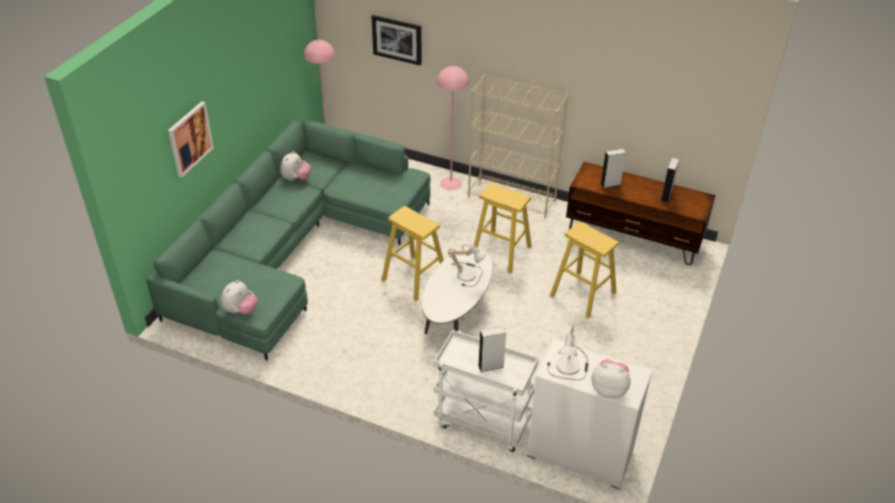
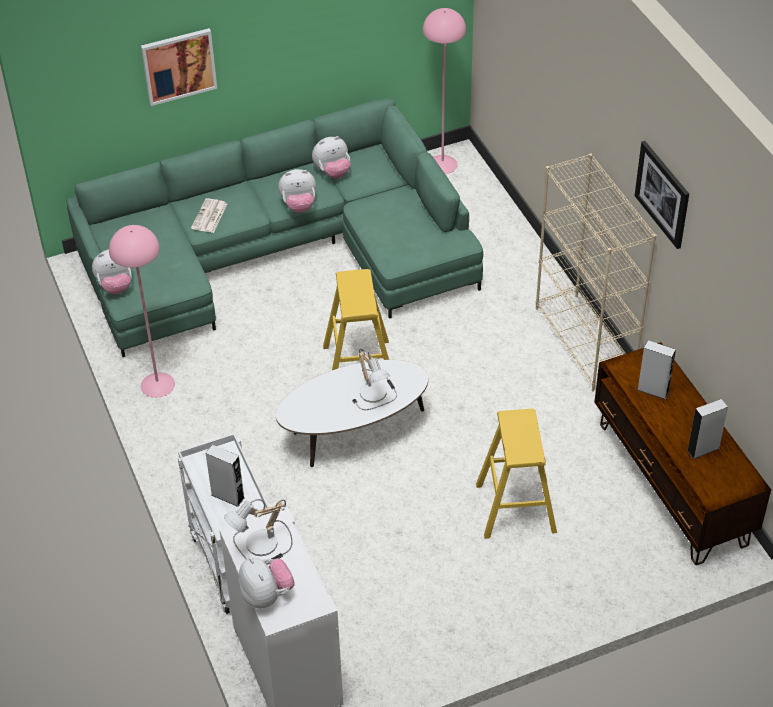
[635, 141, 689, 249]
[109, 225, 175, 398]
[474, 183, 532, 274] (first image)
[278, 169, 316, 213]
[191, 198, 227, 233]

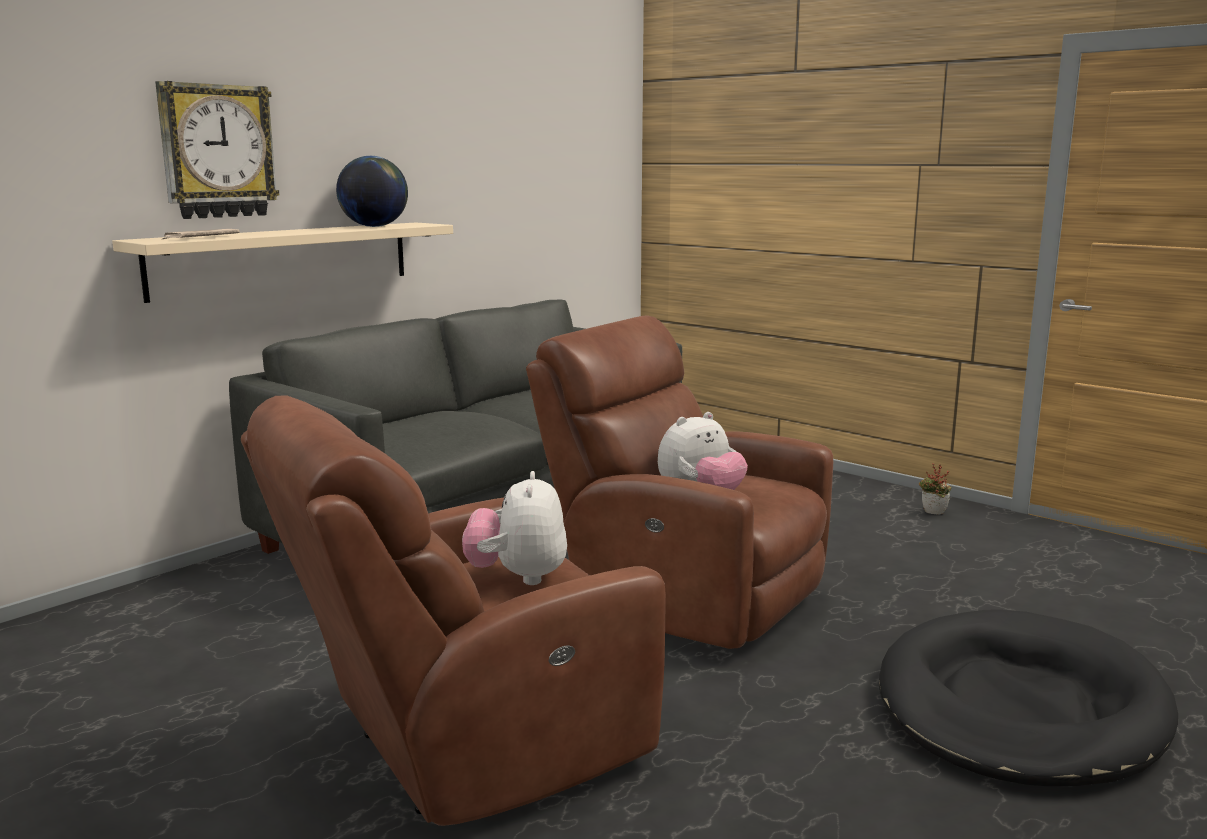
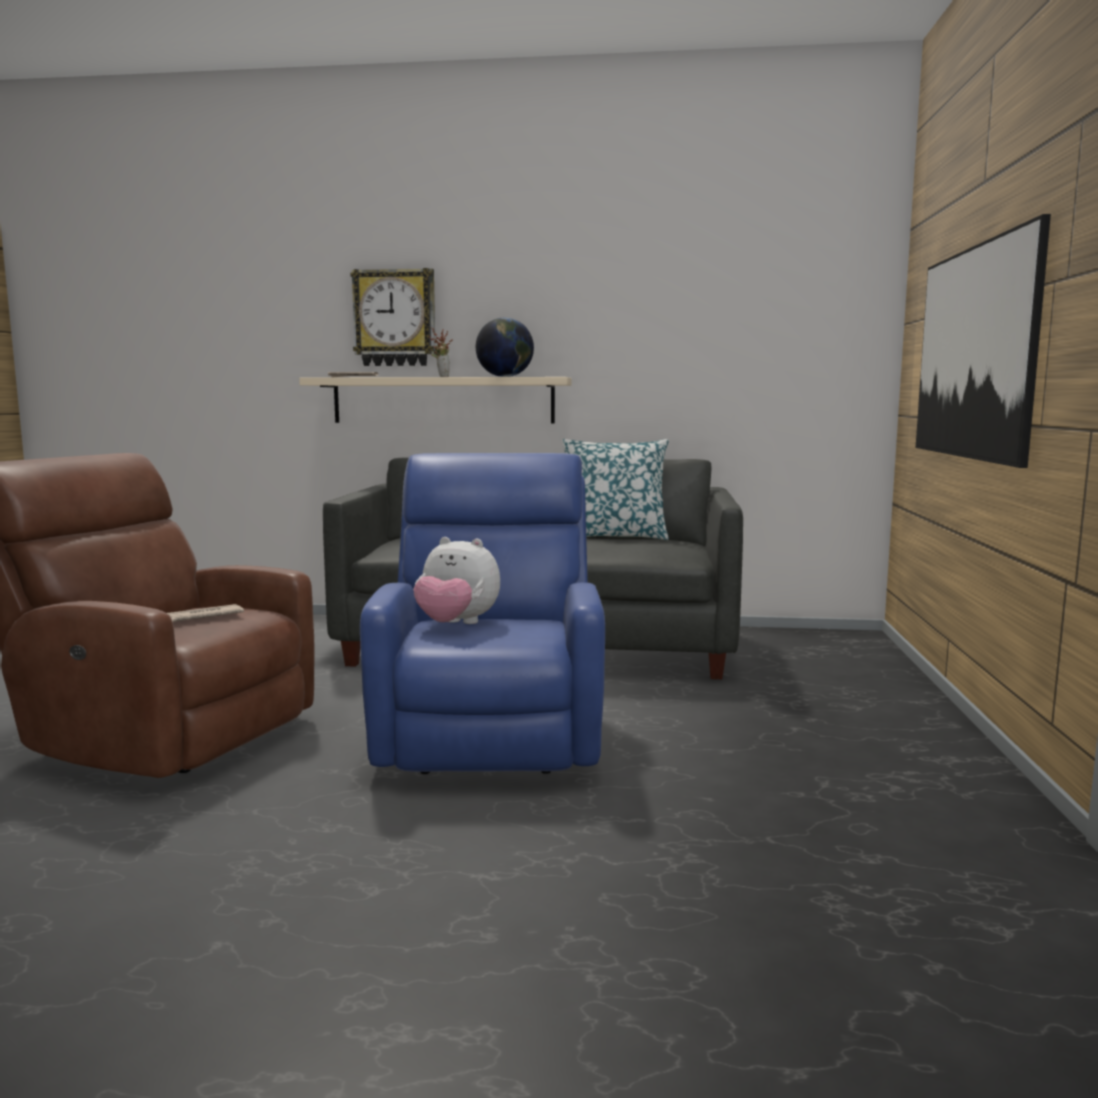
[360, 453, 605, 774]
[429, 327, 453, 377]
[167, 604, 244, 622]
[879, 609, 1178, 786] (first image)
[916, 214, 1051, 468]
[562, 439, 669, 540]

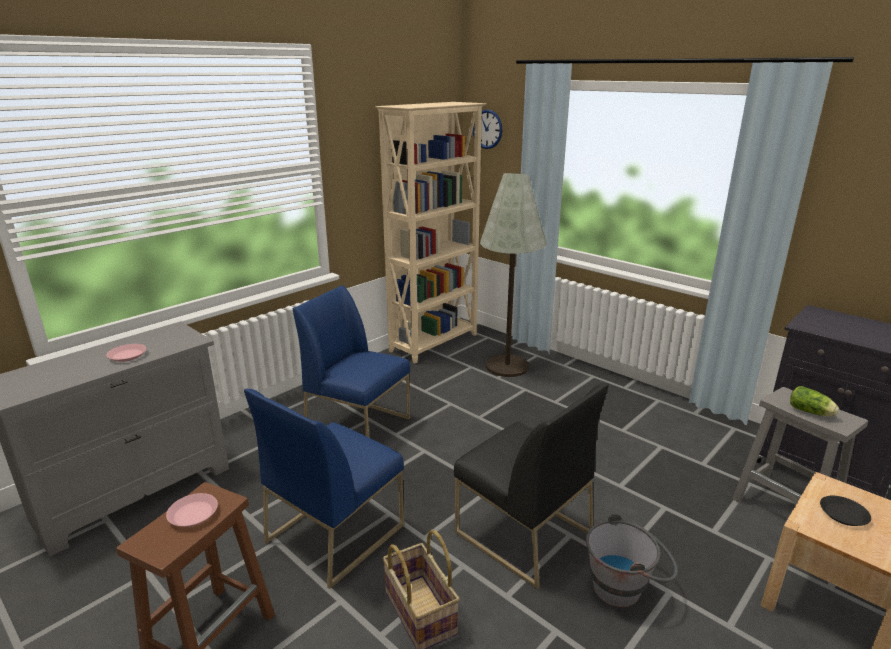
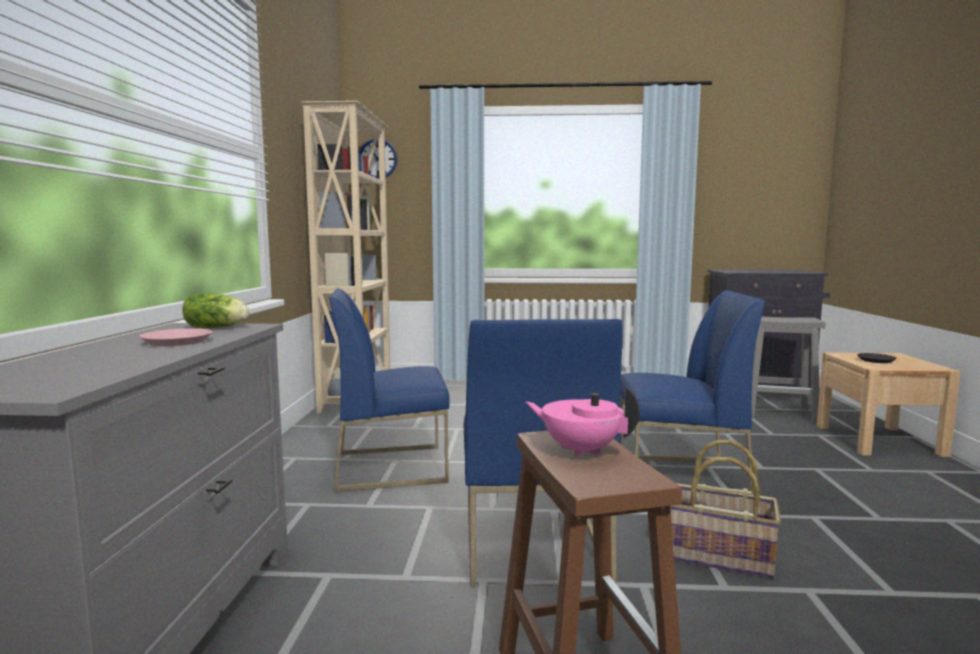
[480, 173, 546, 377] (first image)
[620, 290, 765, 491]
[182, 293, 250, 328]
[525, 387, 640, 457]
[586, 513, 678, 608] (first image)

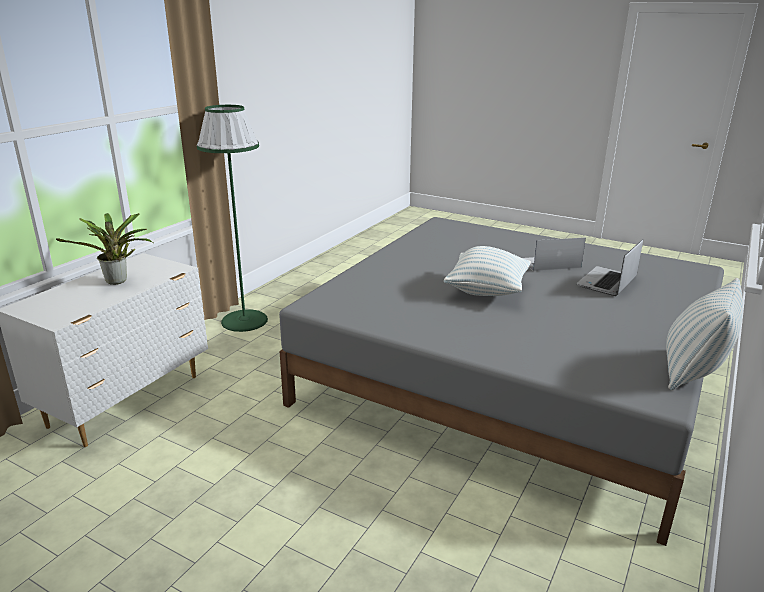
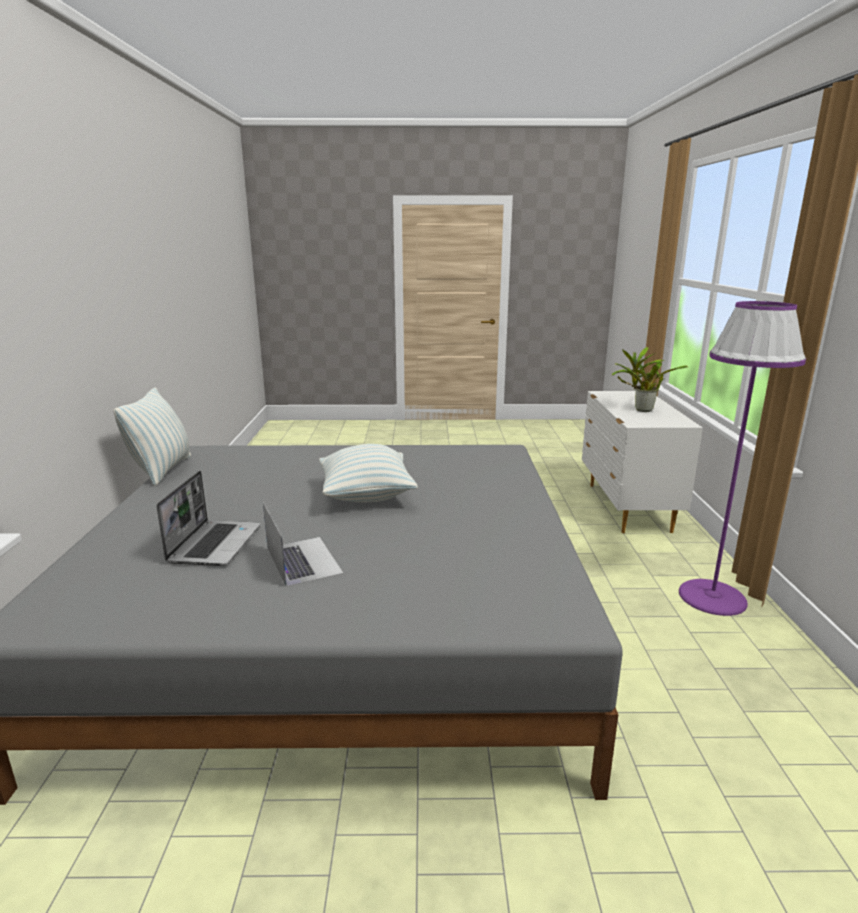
[679, 301, 806, 616]
[263, 502, 343, 587]

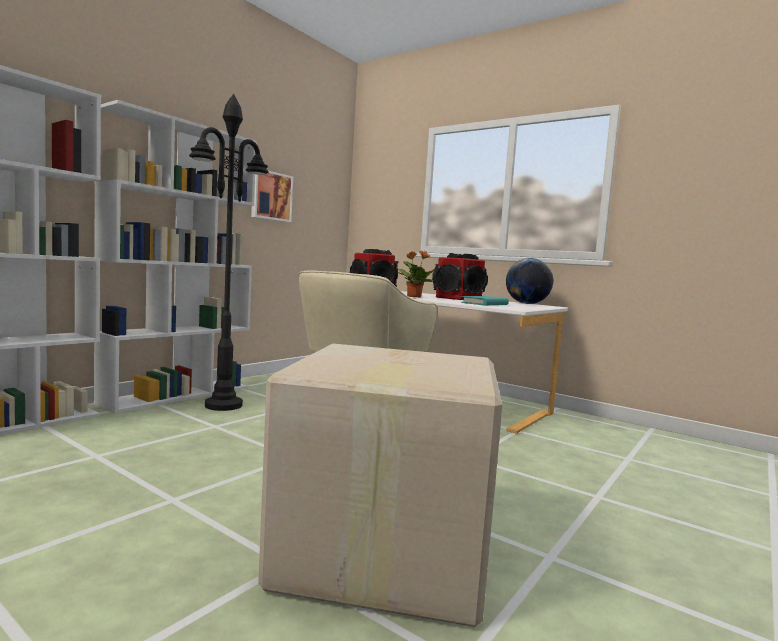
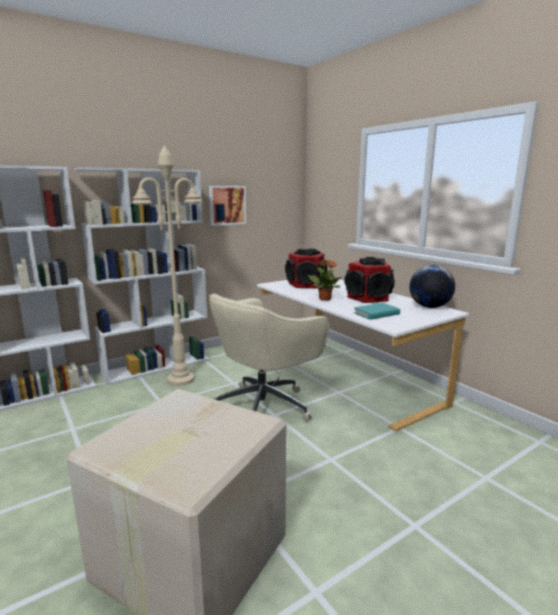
[132, 145, 202, 386]

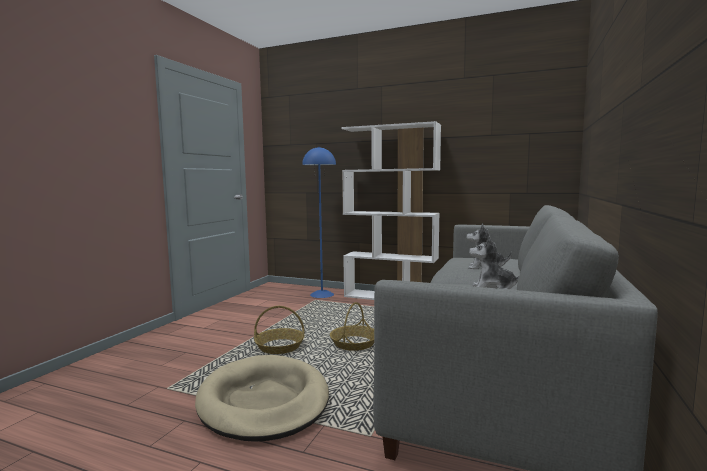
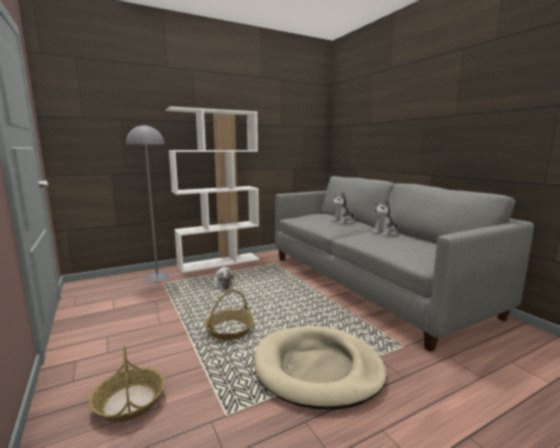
[126, 124, 170, 282]
[89, 345, 165, 422]
[213, 267, 234, 290]

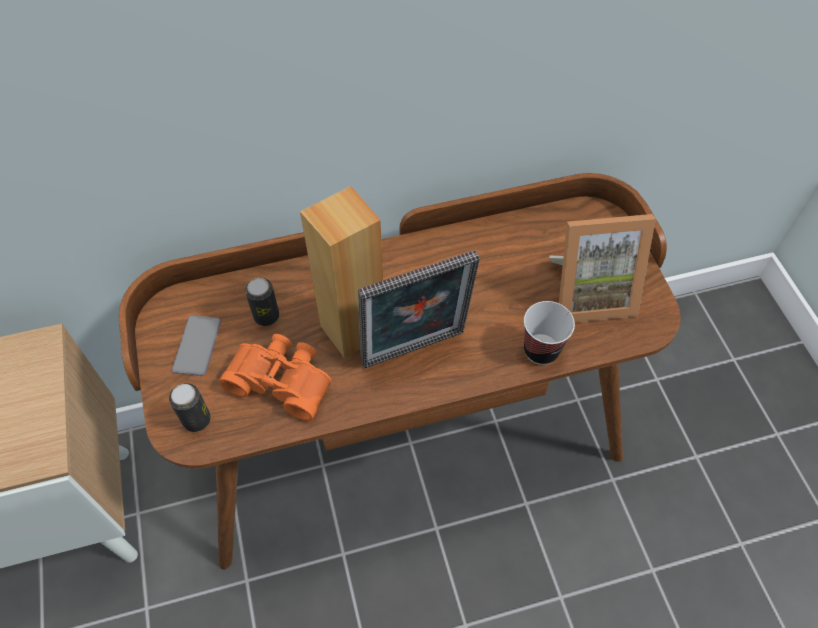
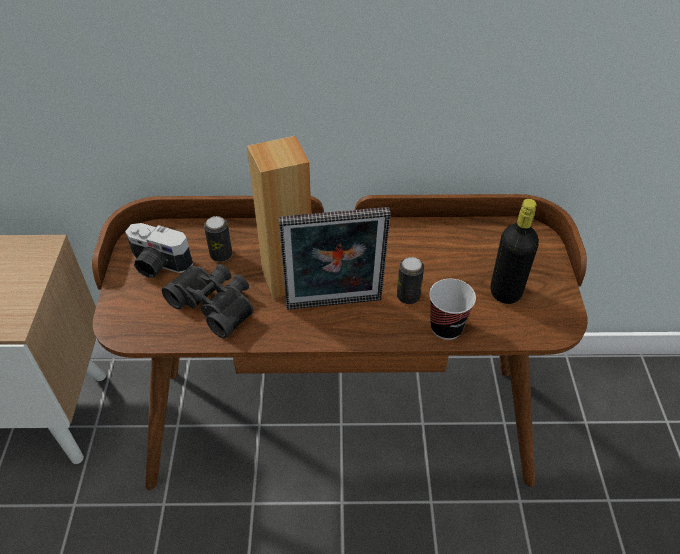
[490, 199, 539, 304]
[125, 223, 193, 278]
[162, 264, 254, 338]
[397, 257, 424, 304]

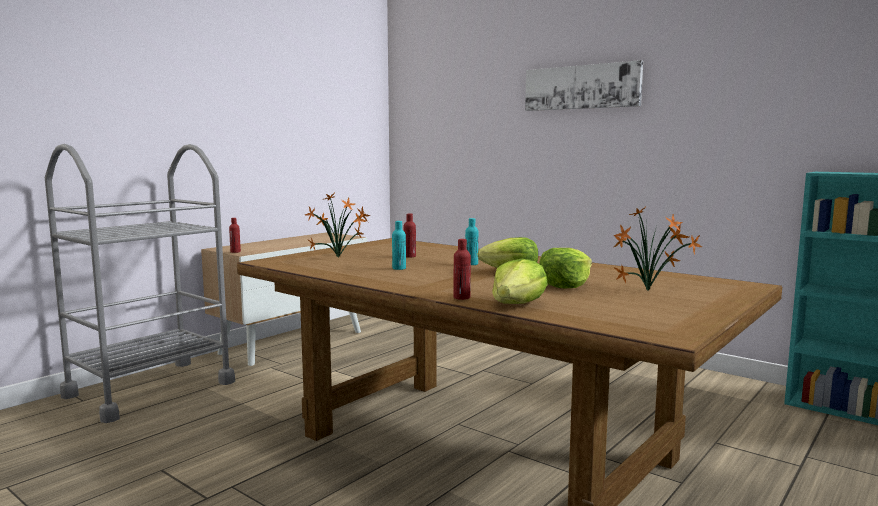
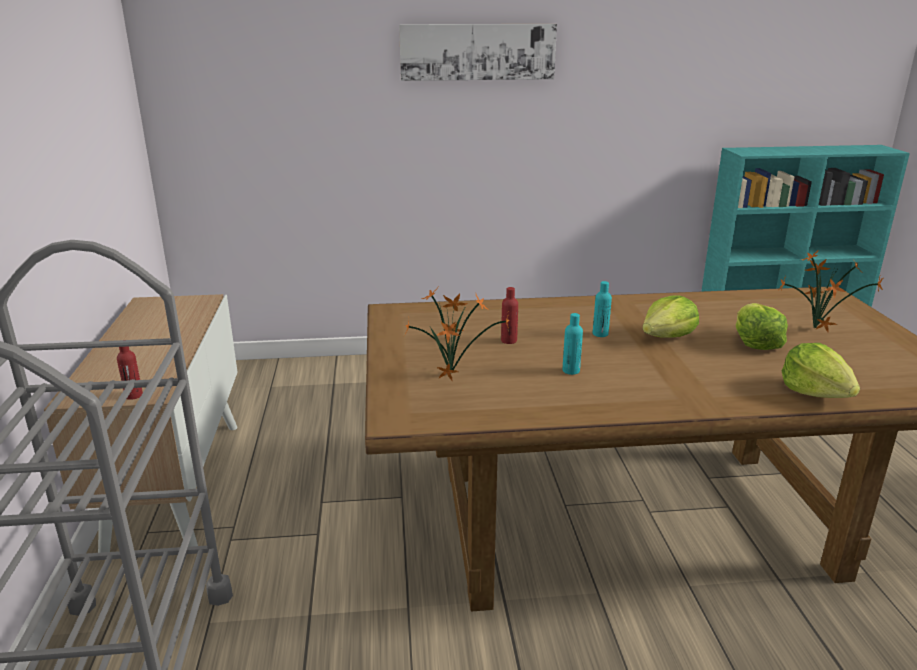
[454, 239, 471, 300] (first image)

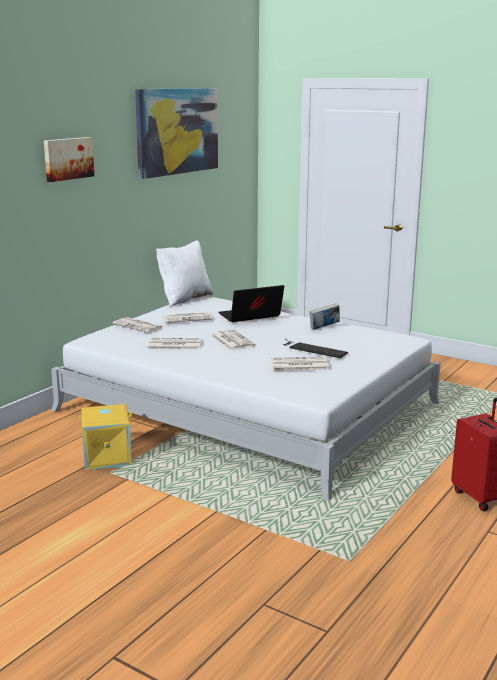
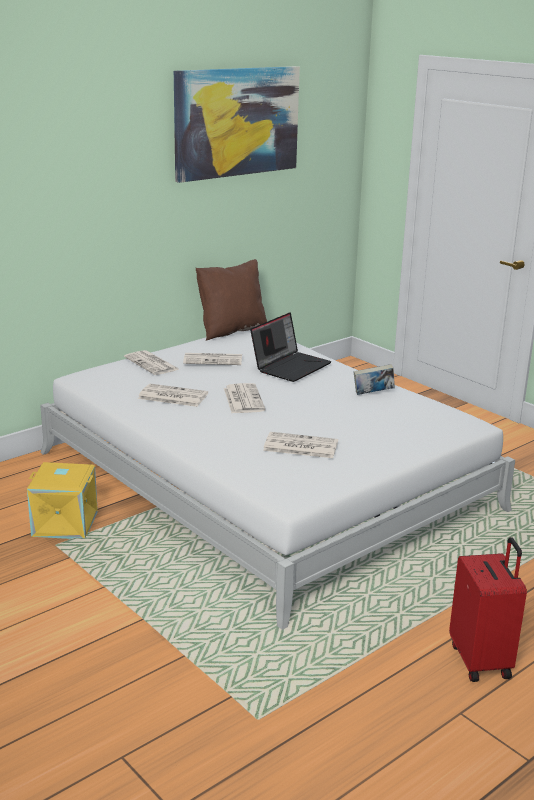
[44, 137, 94, 182] (first image)
[196, 259, 267, 340]
[250, 312, 331, 382]
[283, 338, 348, 358] (first image)

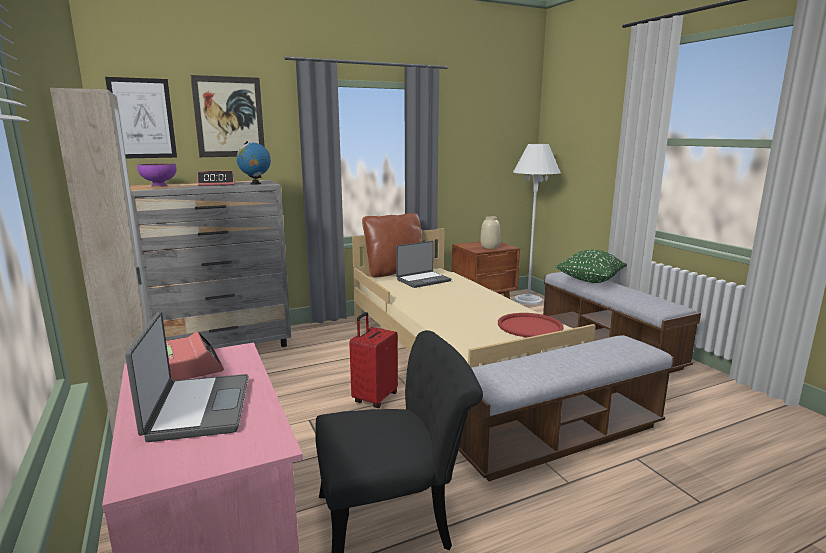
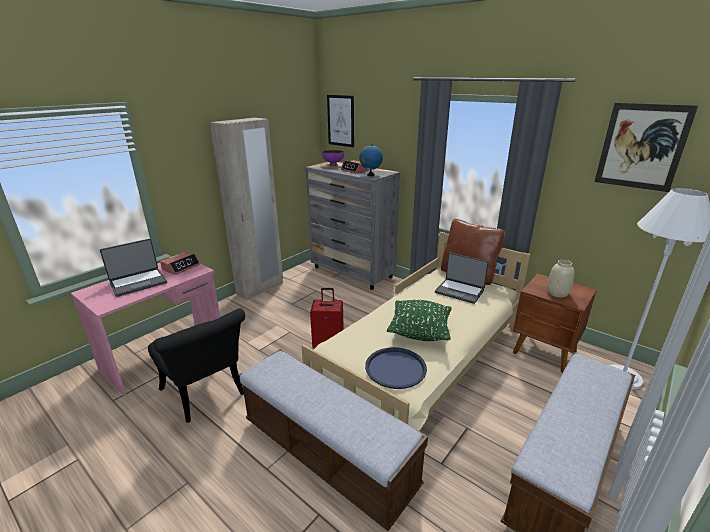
[594, 103, 698, 192]
[387, 300, 452, 341]
[365, 347, 427, 389]

